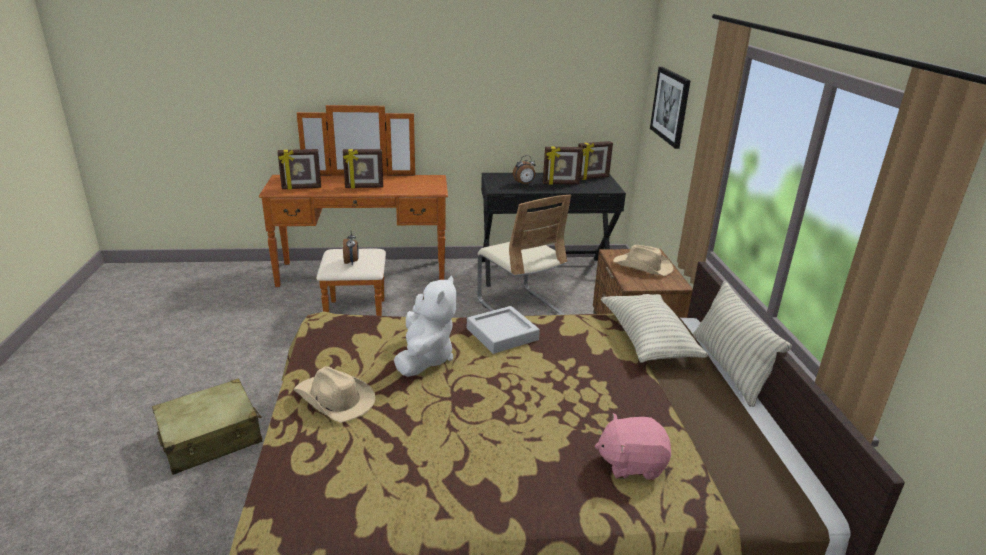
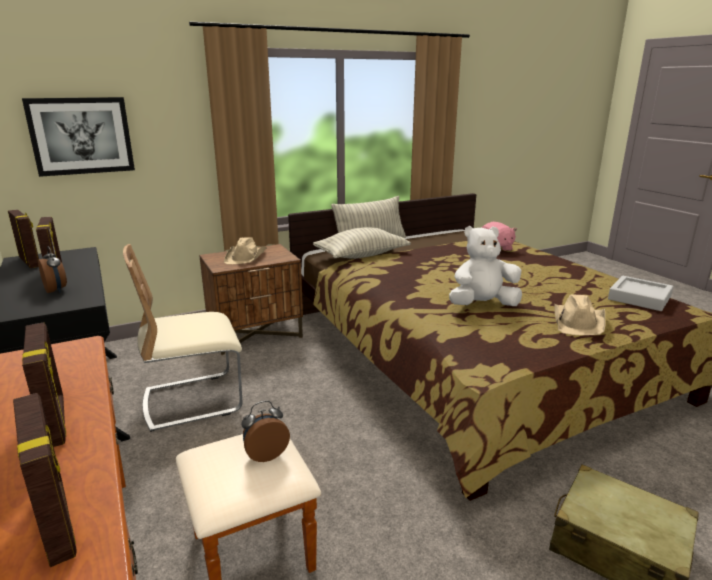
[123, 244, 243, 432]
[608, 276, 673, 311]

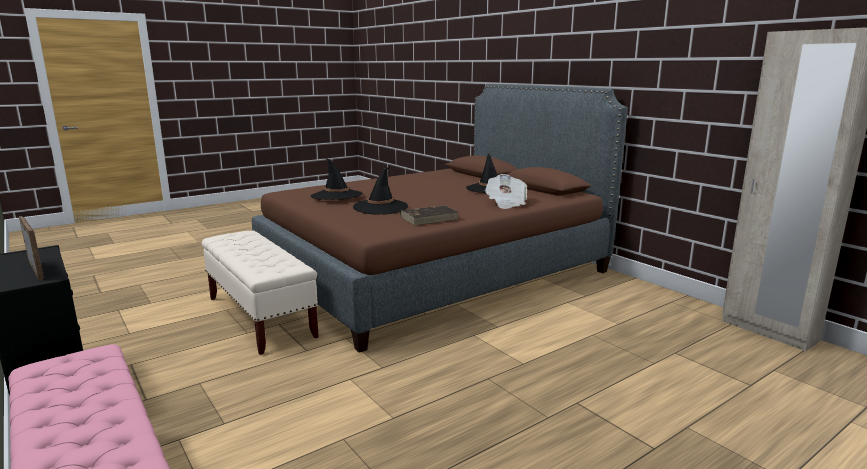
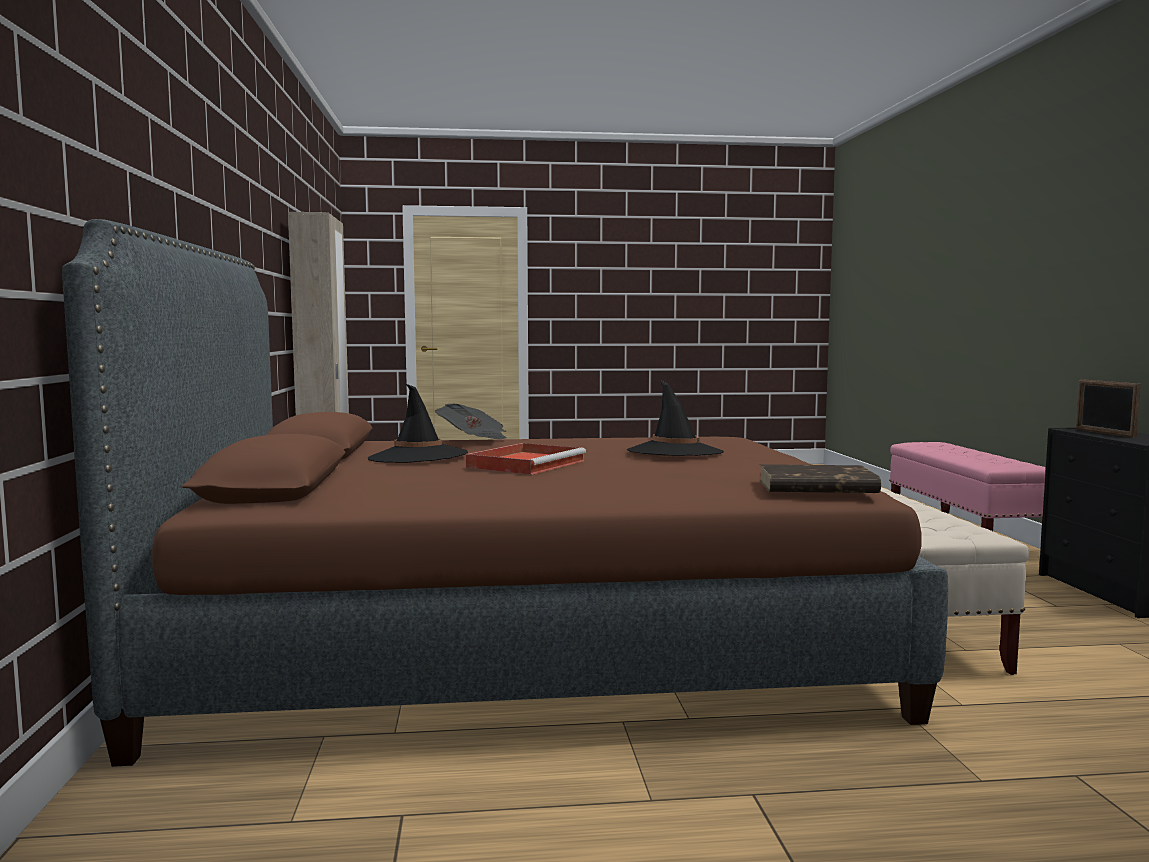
[311, 158, 363, 200] (first image)
[759, 464, 881, 493]
[466, 443, 586, 475]

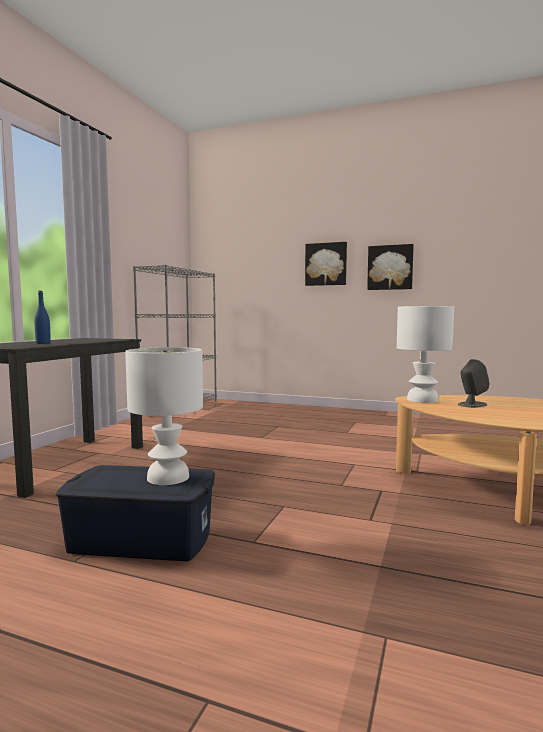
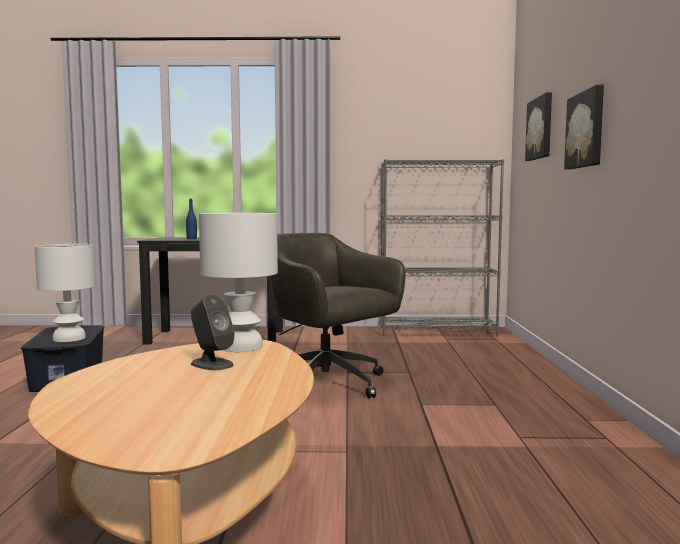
[525, 92, 552, 161]
[270, 233, 405, 398]

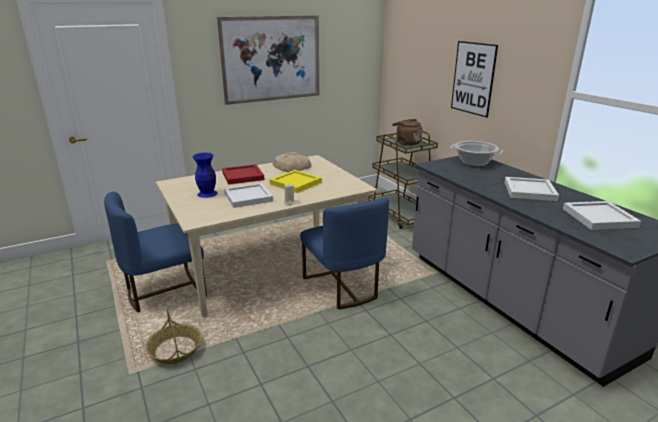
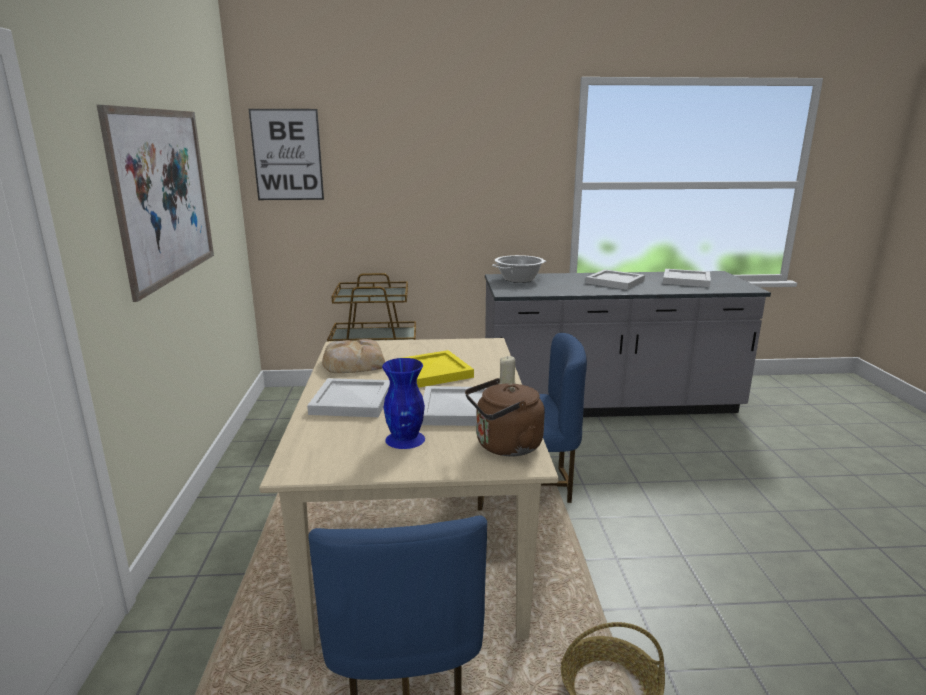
[249, 109, 324, 200]
[465, 378, 545, 456]
[307, 378, 390, 417]

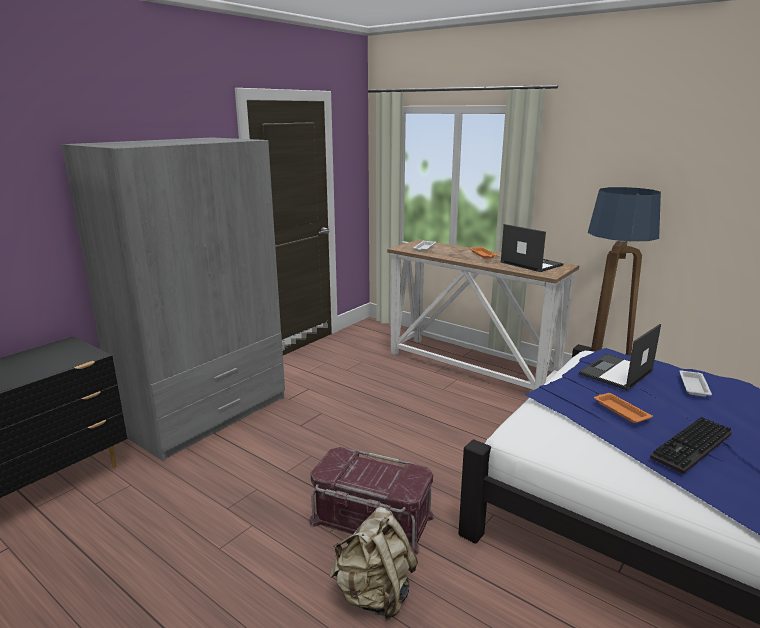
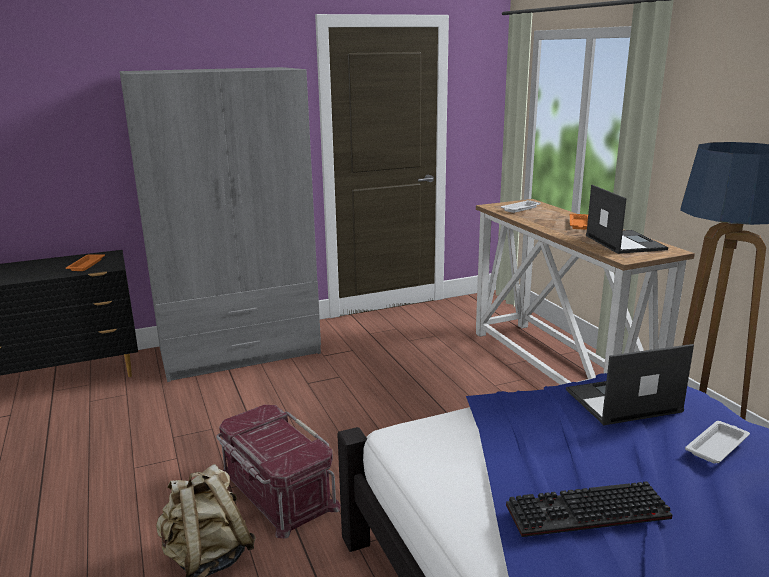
[66, 254, 105, 271]

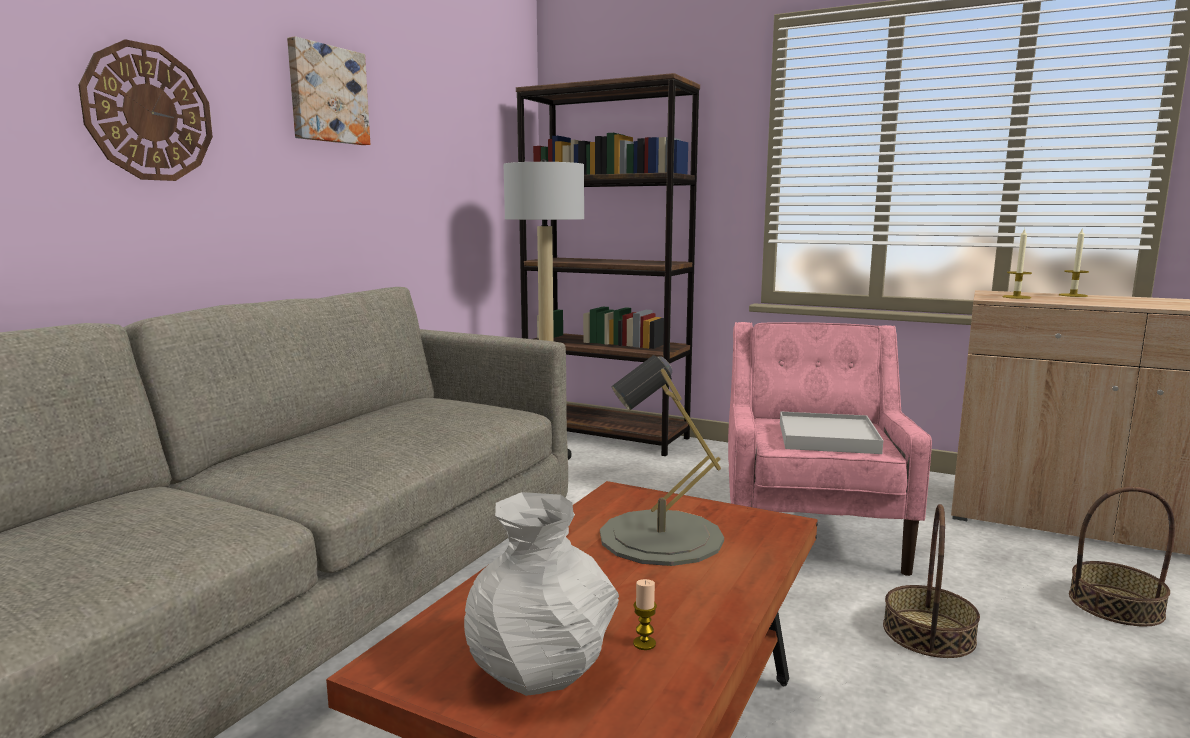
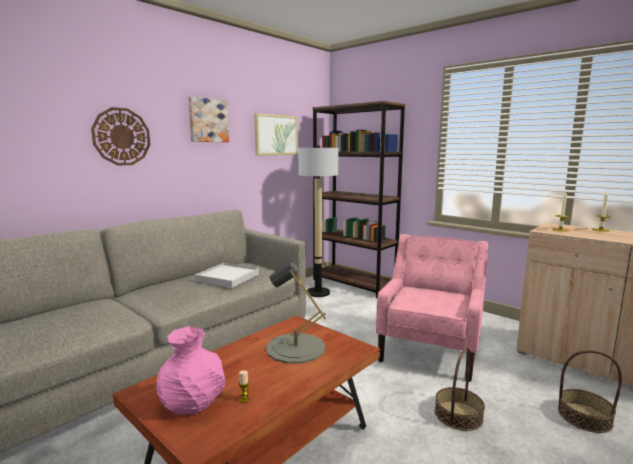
[195, 263, 259, 288]
[156, 326, 226, 415]
[254, 113, 298, 155]

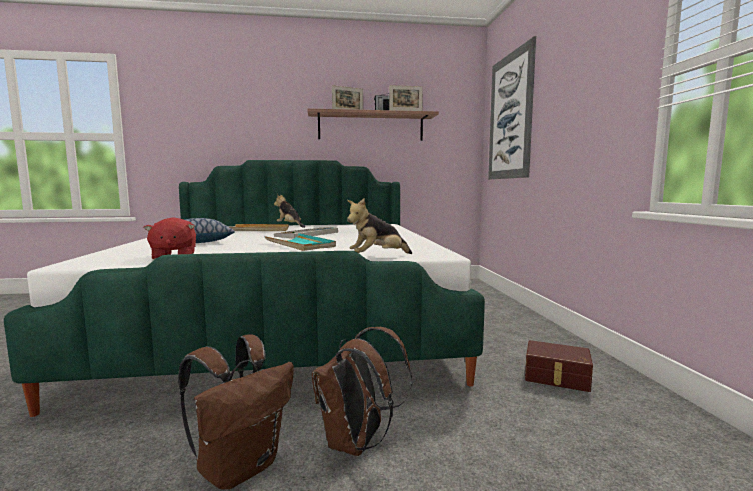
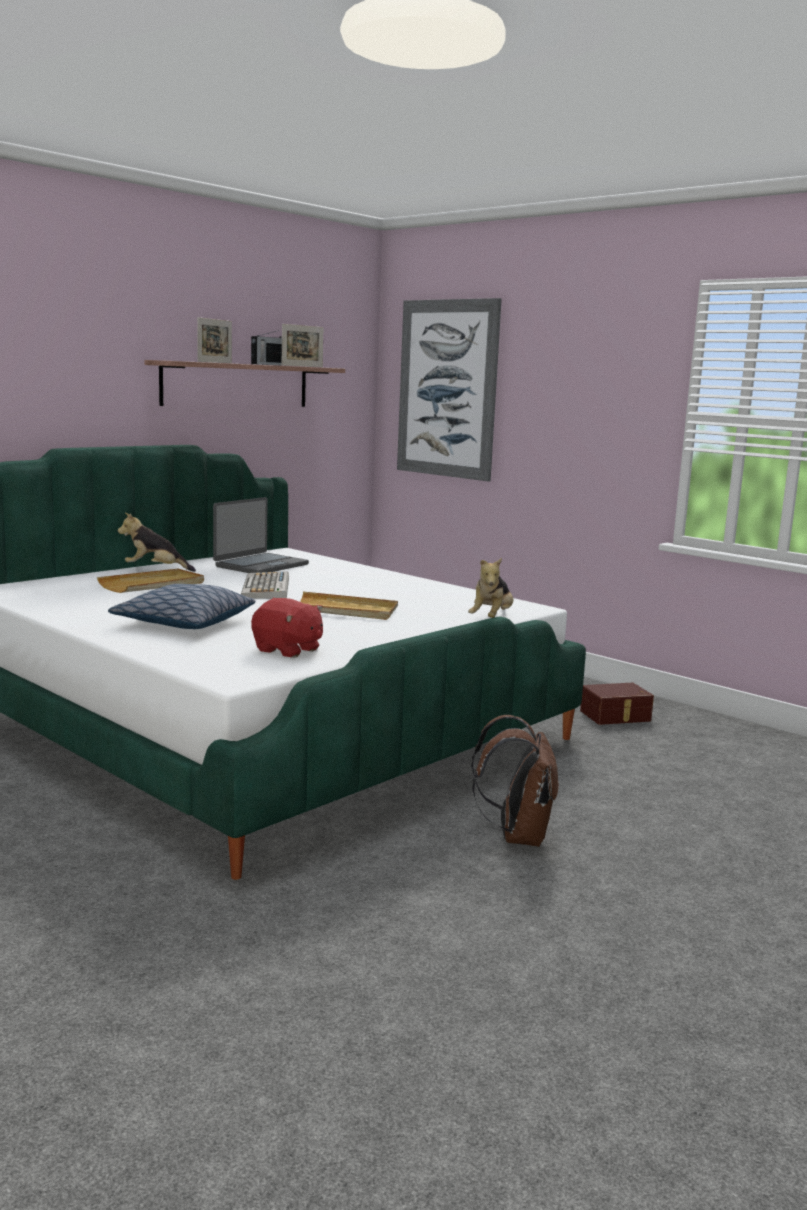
[300, 592, 398, 620]
[312, 327, 412, 456] (first image)
[213, 497, 309, 573]

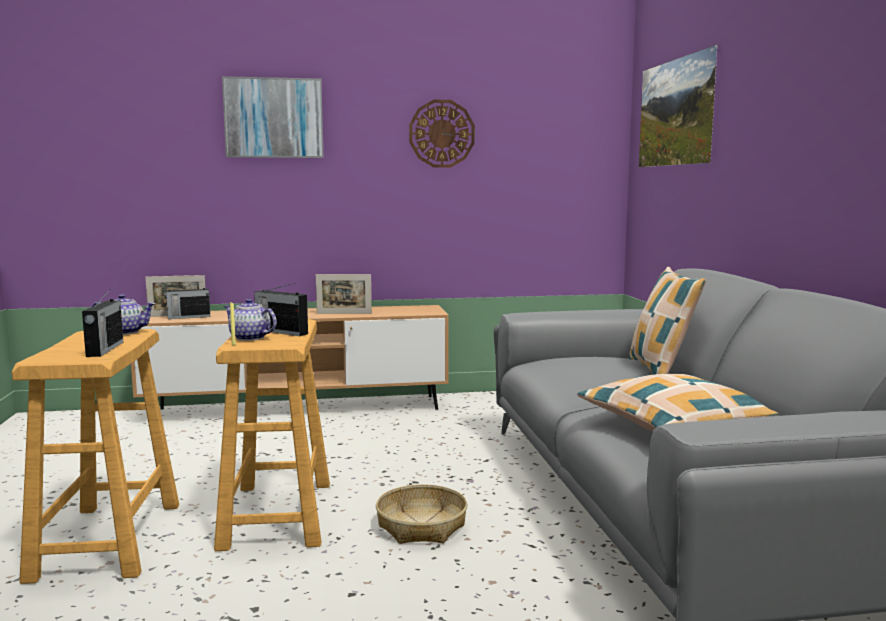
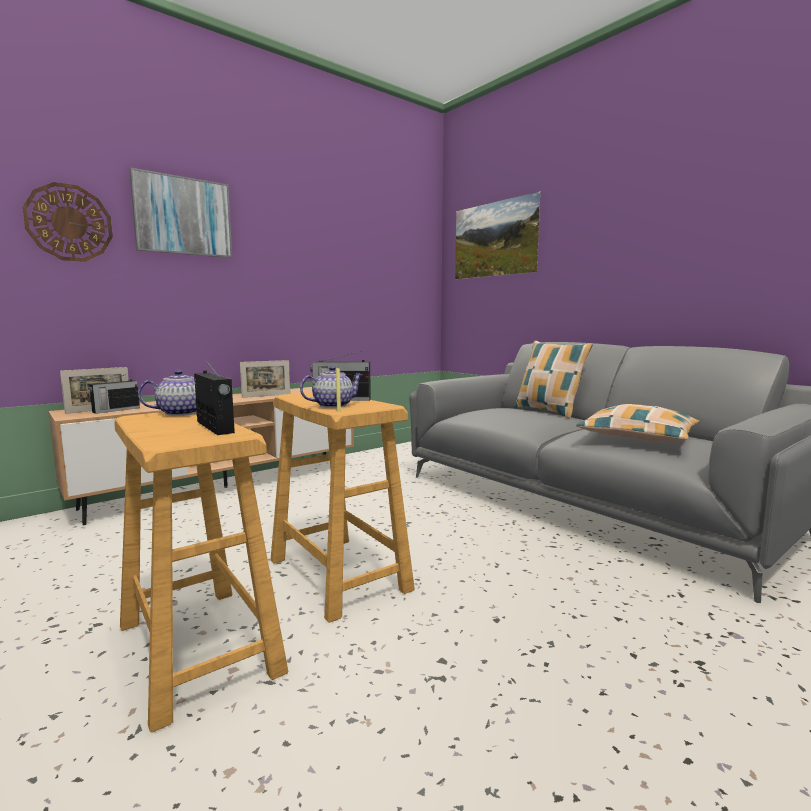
[22, 182, 113, 262]
[300, 366, 363, 408]
[376, 484, 467, 544] (first image)

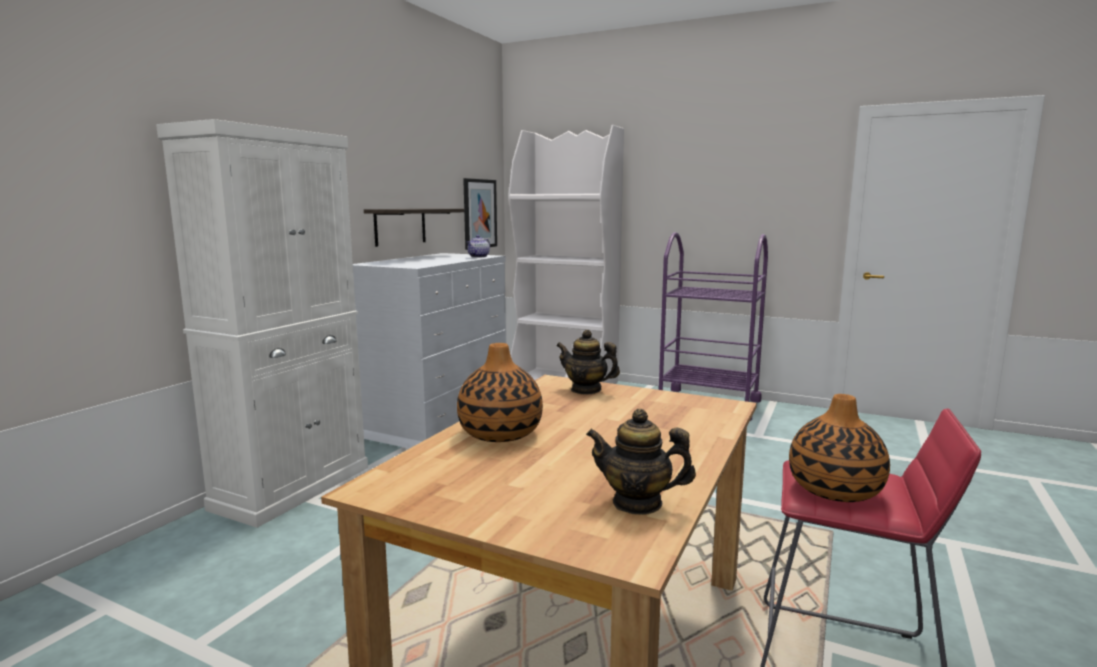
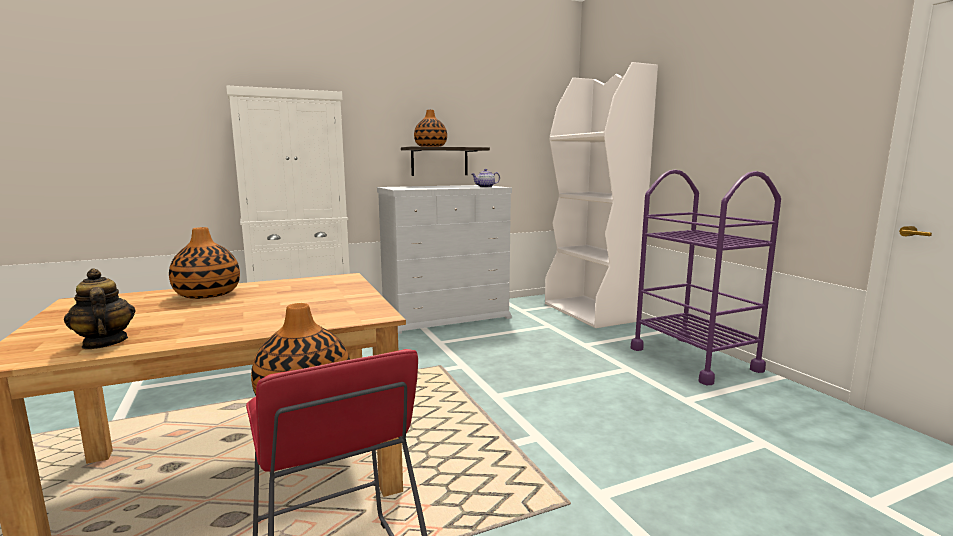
[463, 178, 497, 250] (first image)
[556, 330, 620, 395] (first image)
[414, 110, 447, 147]

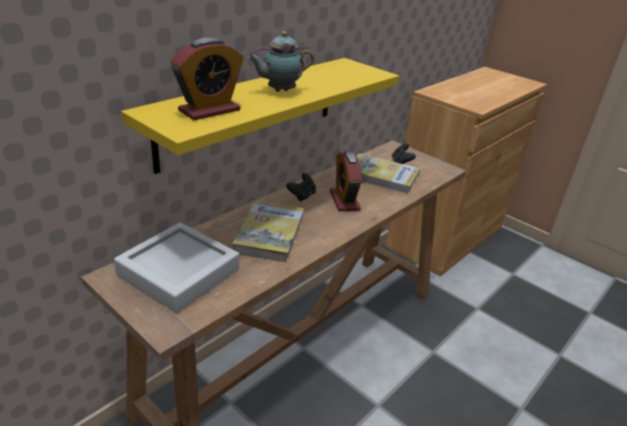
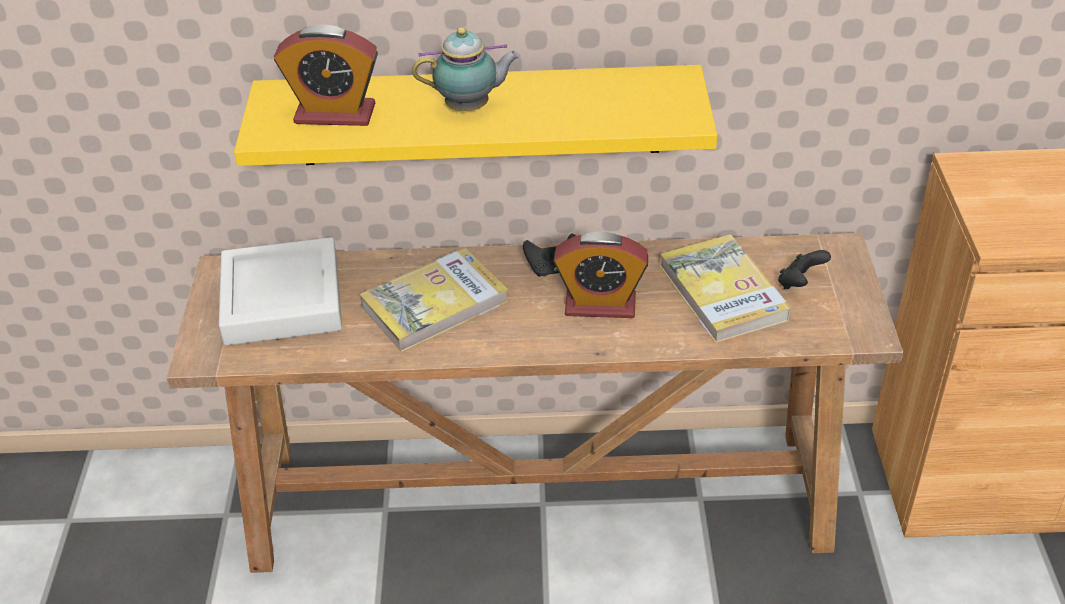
[412, 27, 520, 111]
[554, 231, 648, 318]

